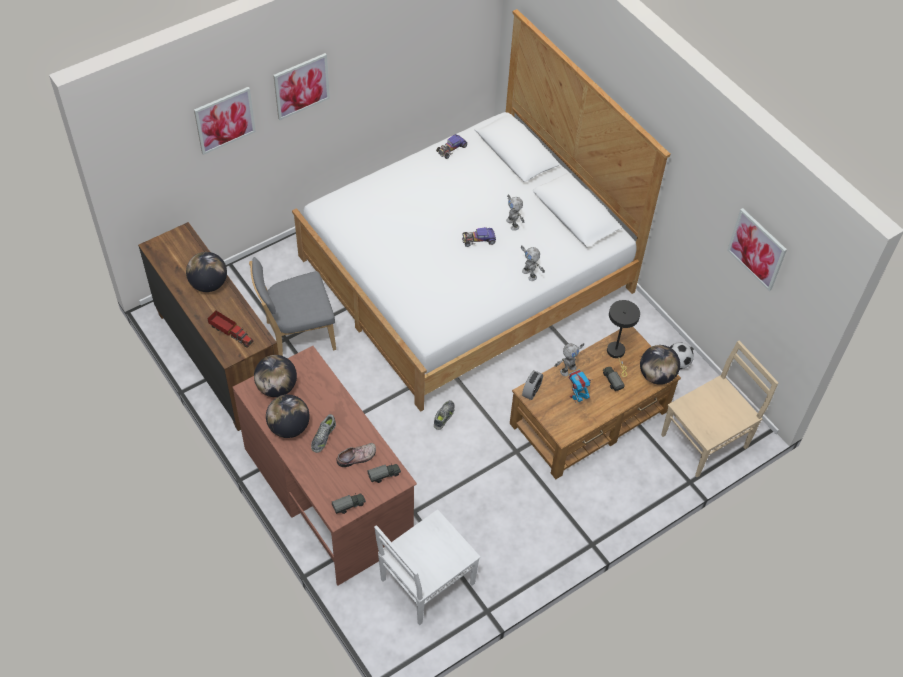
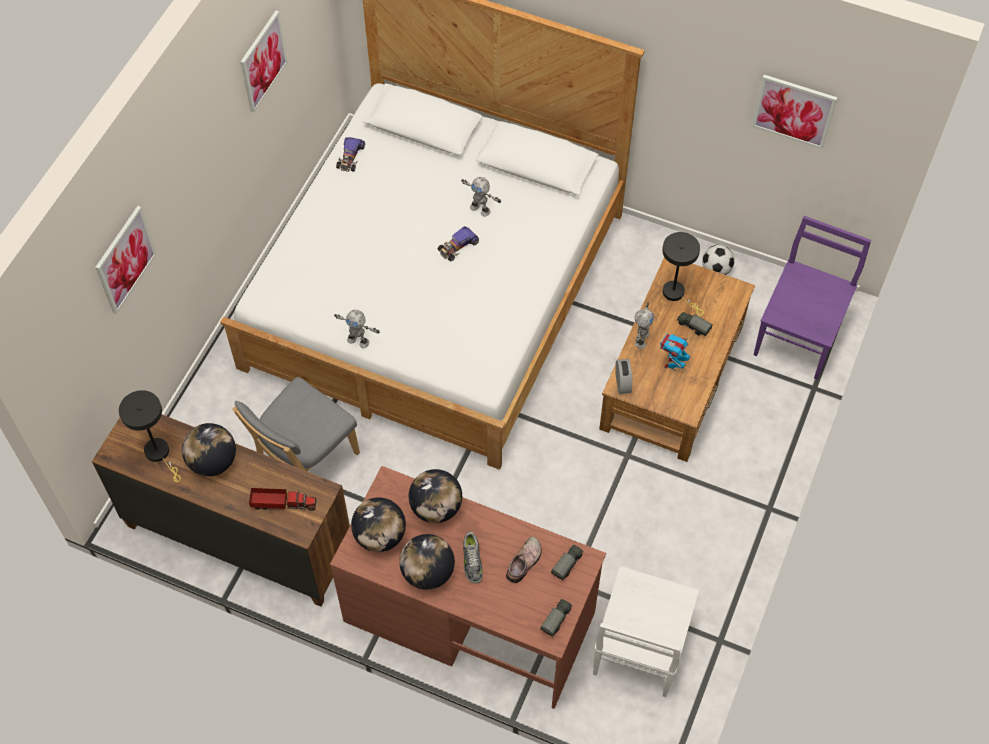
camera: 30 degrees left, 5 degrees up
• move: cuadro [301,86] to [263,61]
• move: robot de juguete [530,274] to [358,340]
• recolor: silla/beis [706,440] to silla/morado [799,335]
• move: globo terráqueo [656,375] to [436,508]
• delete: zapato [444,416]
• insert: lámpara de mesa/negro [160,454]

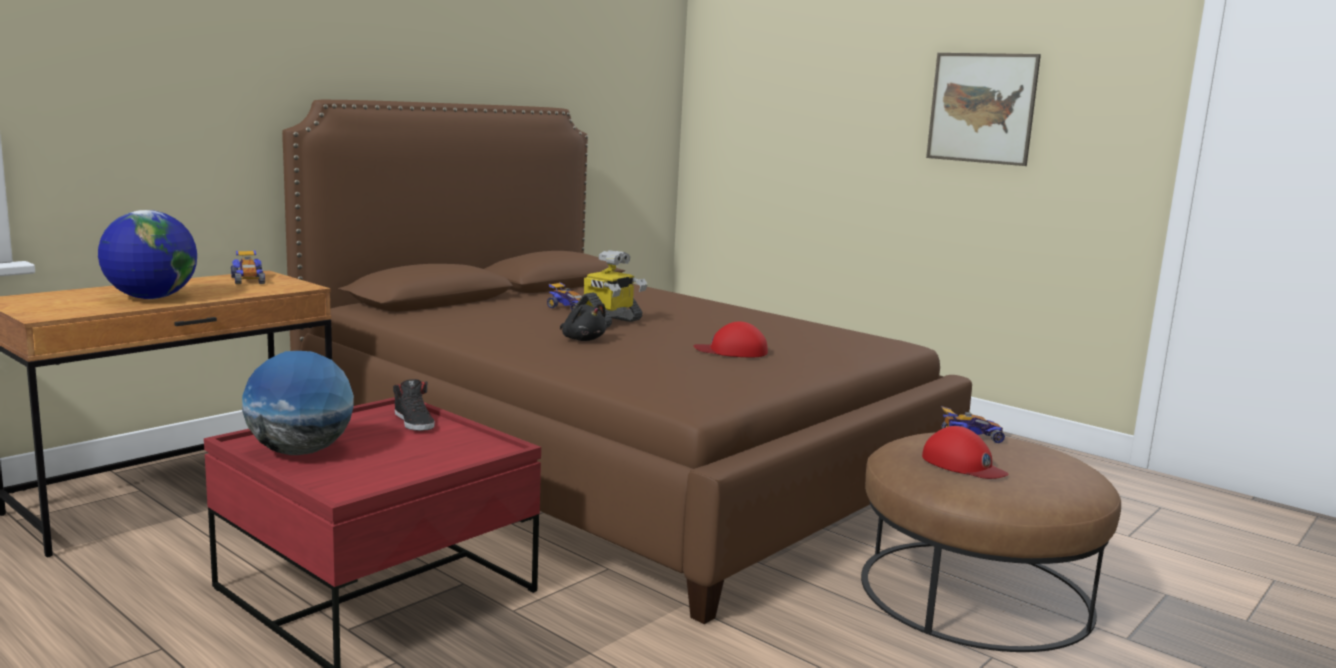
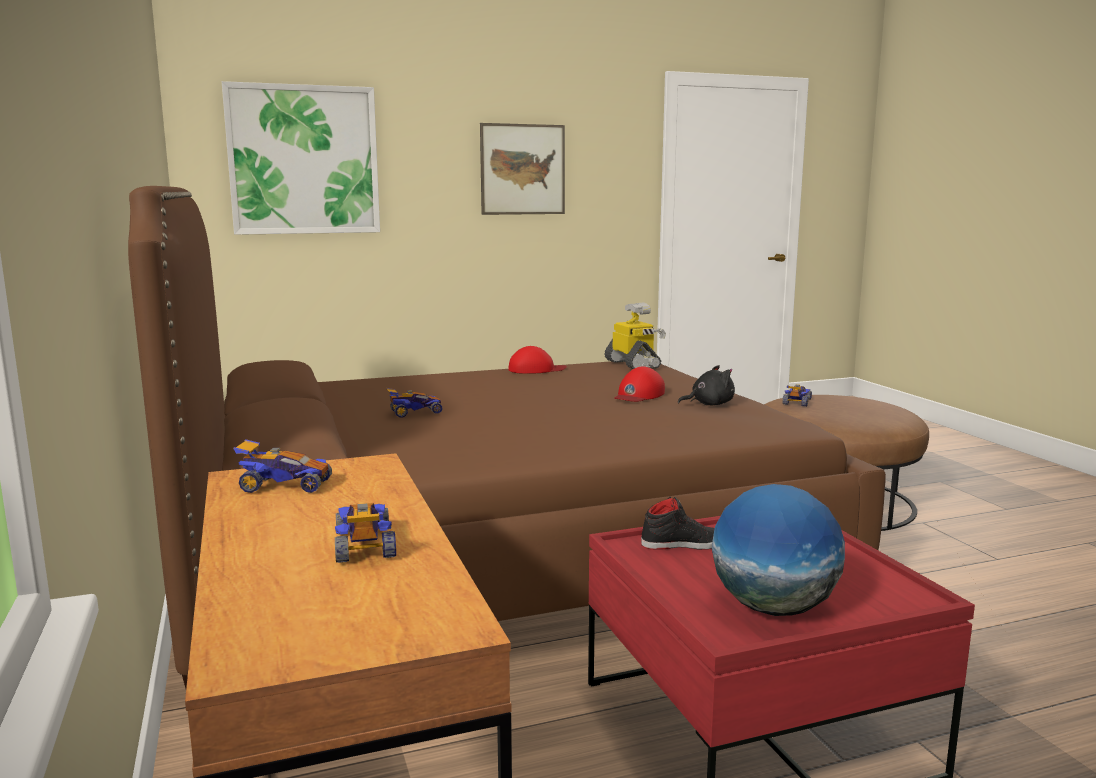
camera: 60 degrees left, 0 degrees up
• replace: globo terráqueo [150,298] to coche de juguete [365,546]
• move: robot de juguete [608,322] to [633,364]
• move: peluche/negro [582,339] to [709,404]
• move: gorra/rojo [963,465] to [536,369]
• insert: cuadro [304,160]

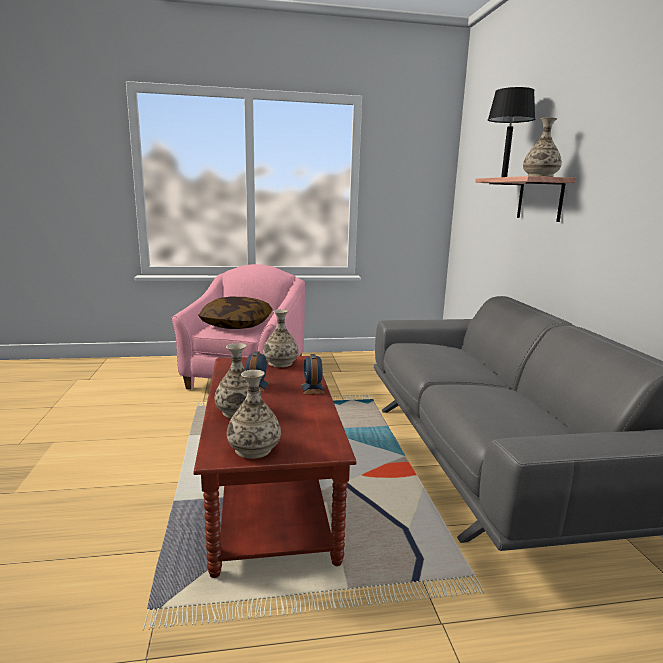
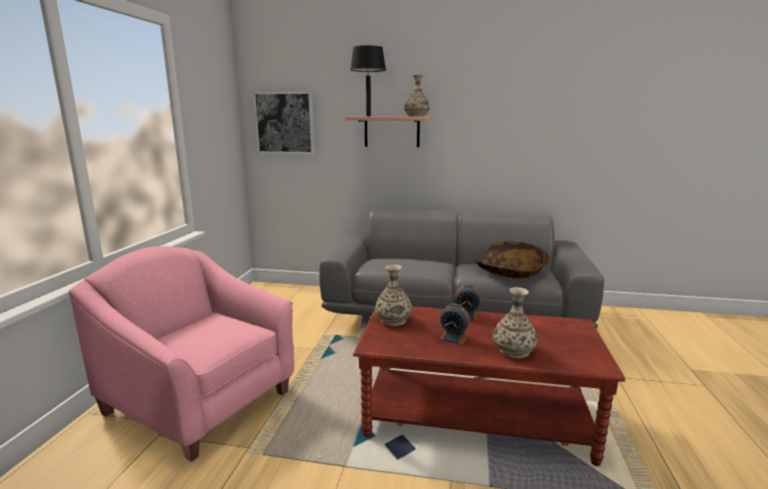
camera: 70 degrees left, 0 degrees up
• move: cojín [237,324] to [511,271]
• delete: florero [253,449]
• insert: cuadro [285,123]

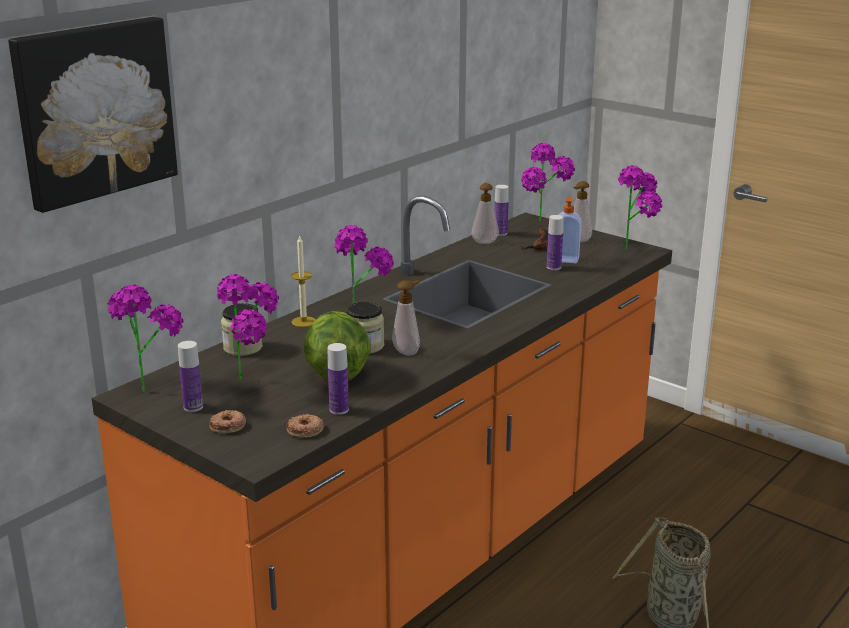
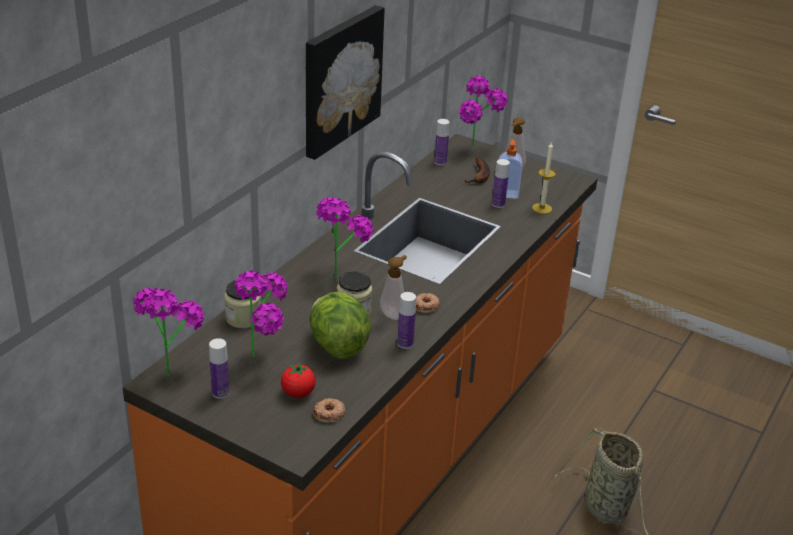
camera: 10 degrees left, 10 degrees up
• move: cuadro [94,110] to [339,79]
• delete: planta en maceta [636,248]
• delete: dispensador de jabón [484,241]
• move: vela [303,321] to [542,208]
• move: botella [339,409] to [405,343]
• move: rosquilla [228,426] to [426,306]
• insert: tomate [298,393]

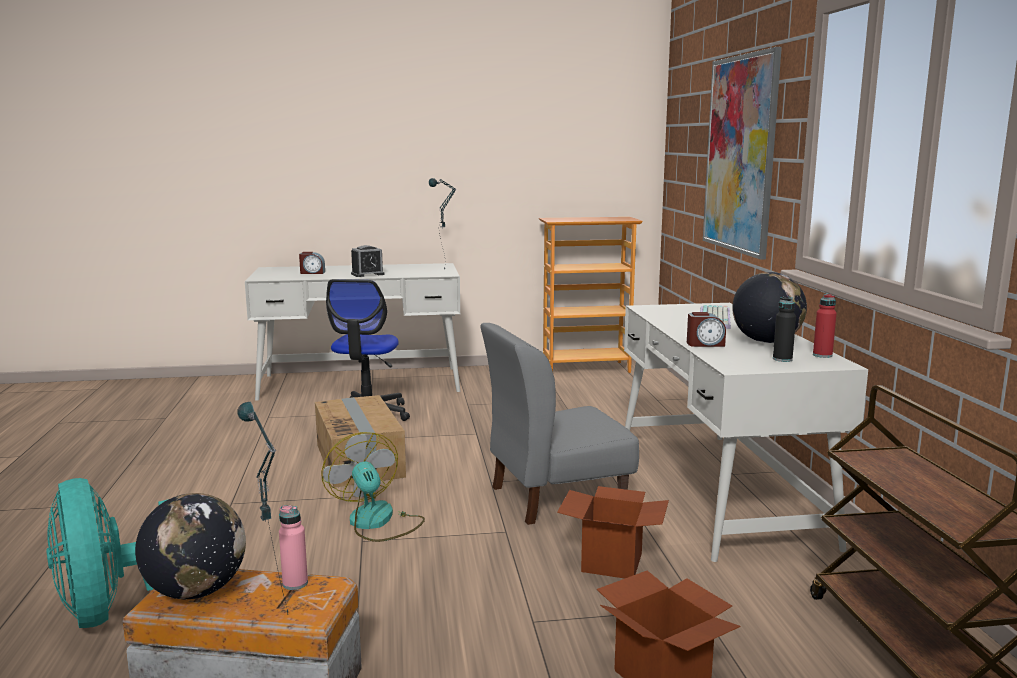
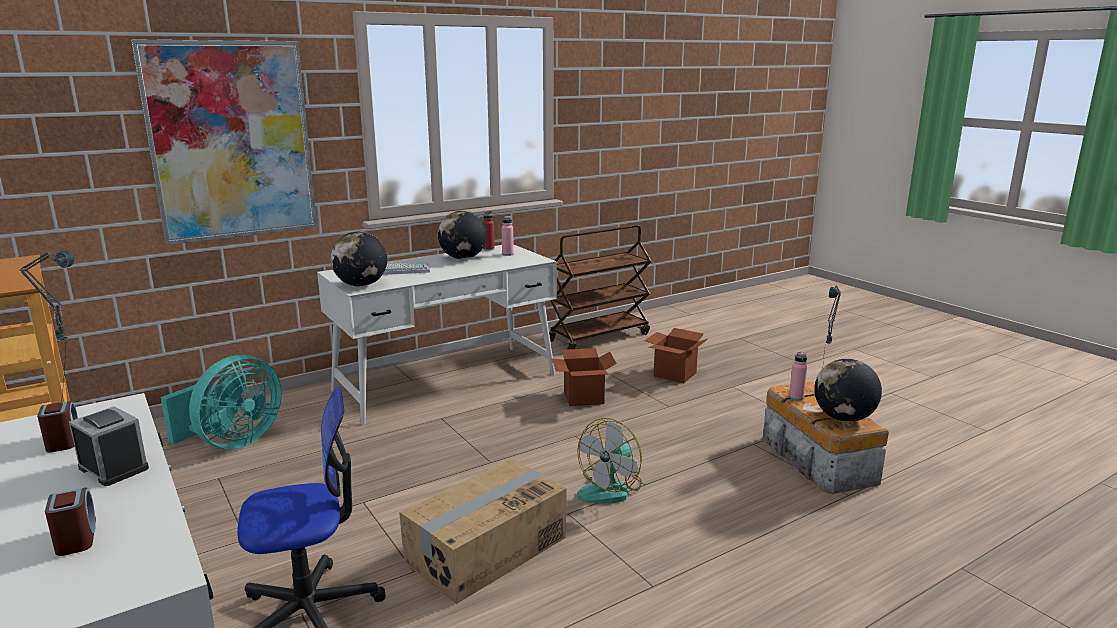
camera: 115 degrees left, 5 degrees up
• recolor: botella/negro [782,359] to botella/rosa [507,254]
• move: despertador [705,344] to [63,441]
• delete: silla/gris [556,496]
• move: ventilador/turquesa [112,609] to [232,442]
• insert: globo terráqueo [361,285]

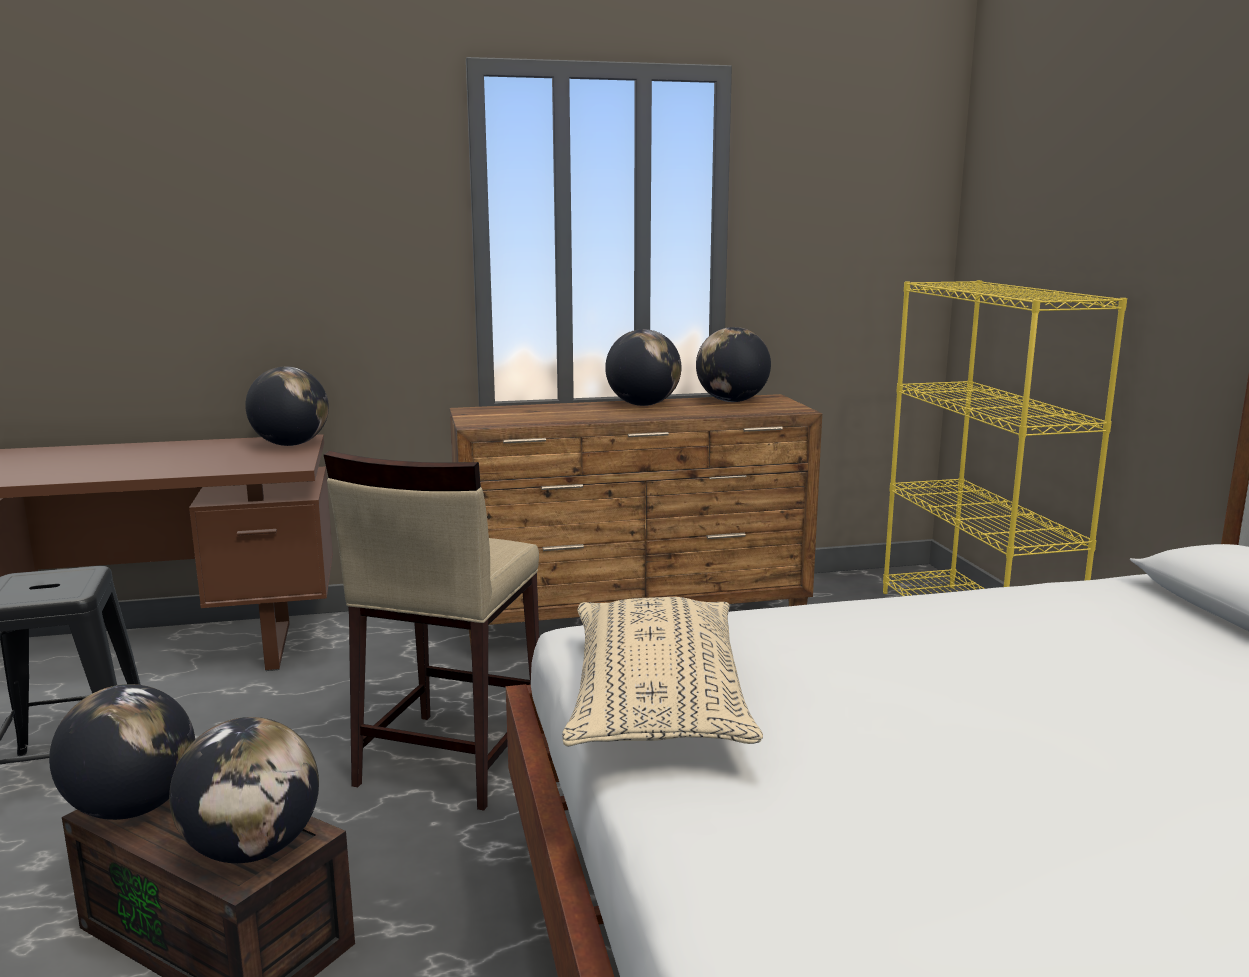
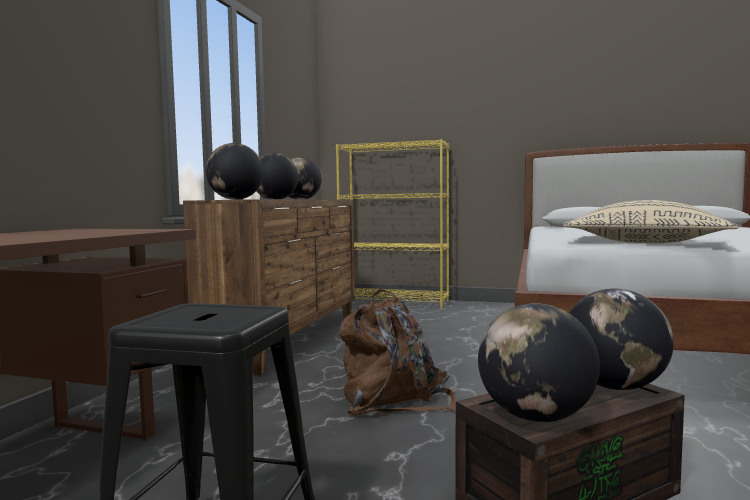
camera: 60 degrees left, 10 degrees down
• move: globo terráqueo [291,444] to [235,199]
• replace: taburete/beis [449,759] to mochila/marrón [394,400]

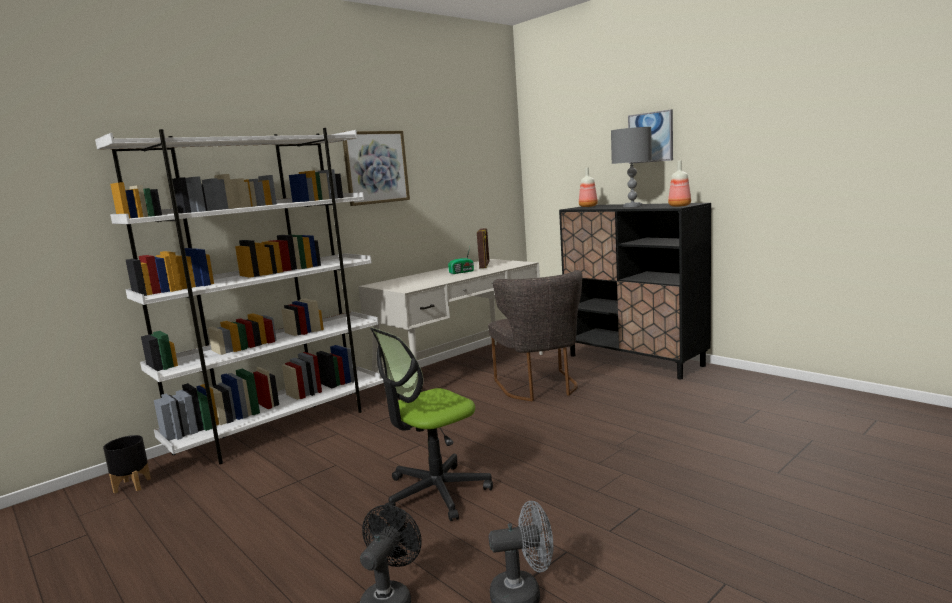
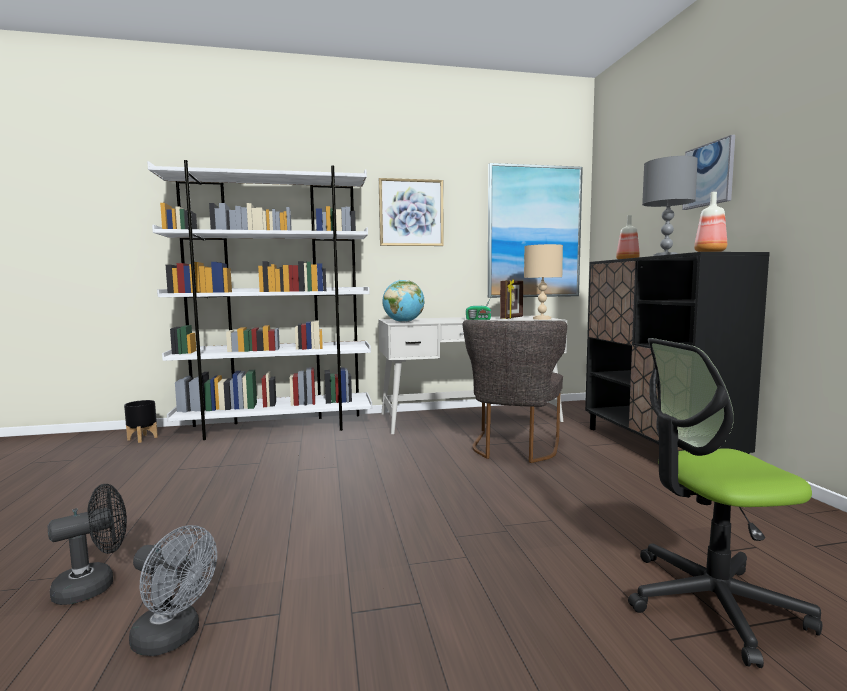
camera: 30 degrees right, 5 degrees down
• move: silla de oficina [435,492] to [711,603]
• insert: cuadro [534,232]
• insert: lámpara de mesa/beis [542,319]
• insert: globo terráqueo [403,322]

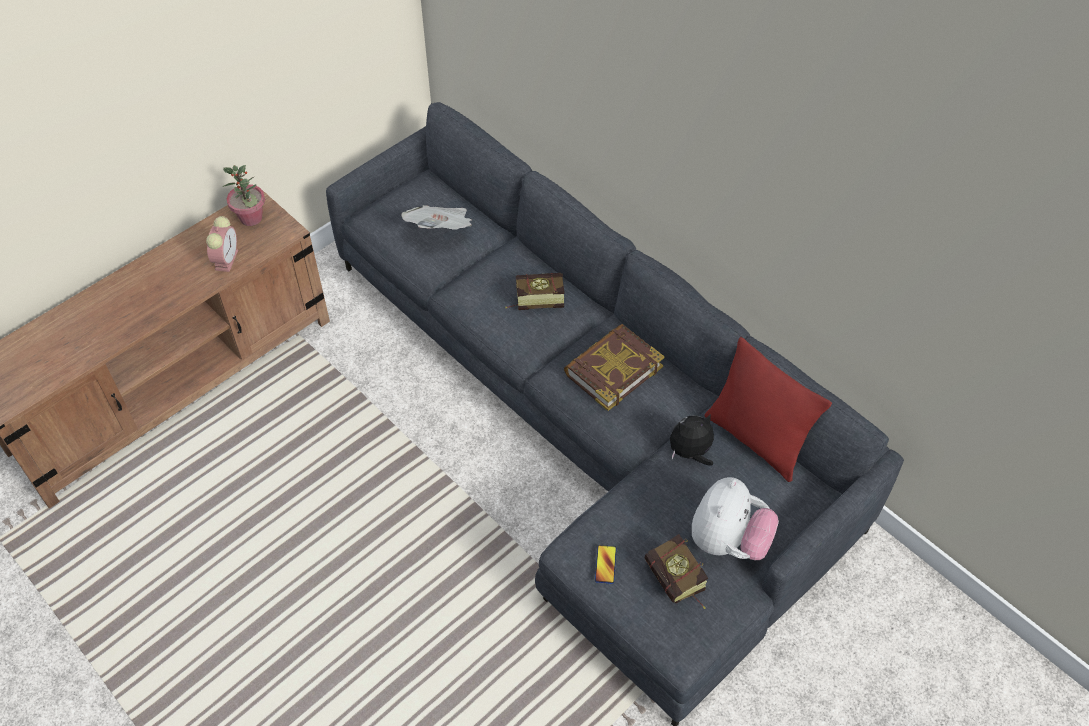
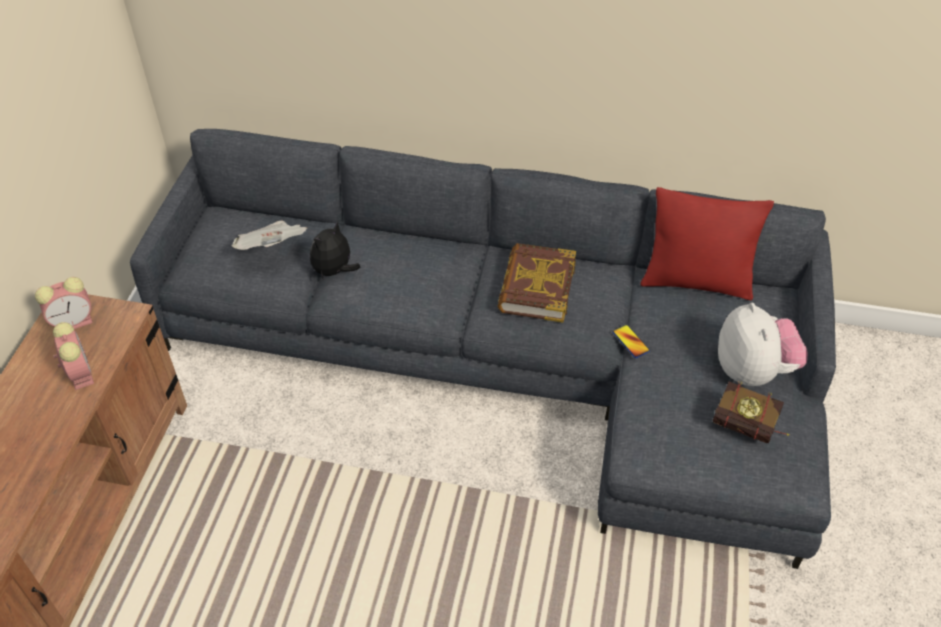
camera: 35 degrees left, 5 degrees down
• replace: planta en maceta [251,218] to despertador [75,321]
• delete: libro [534,300]
• move: peluche [690,453] to [334,271]
• move: móvil [605,564] to [631,342]

